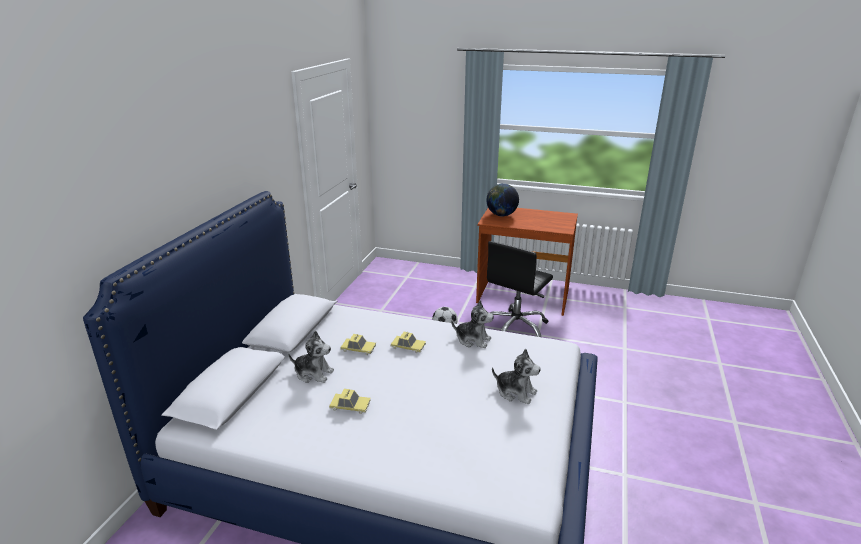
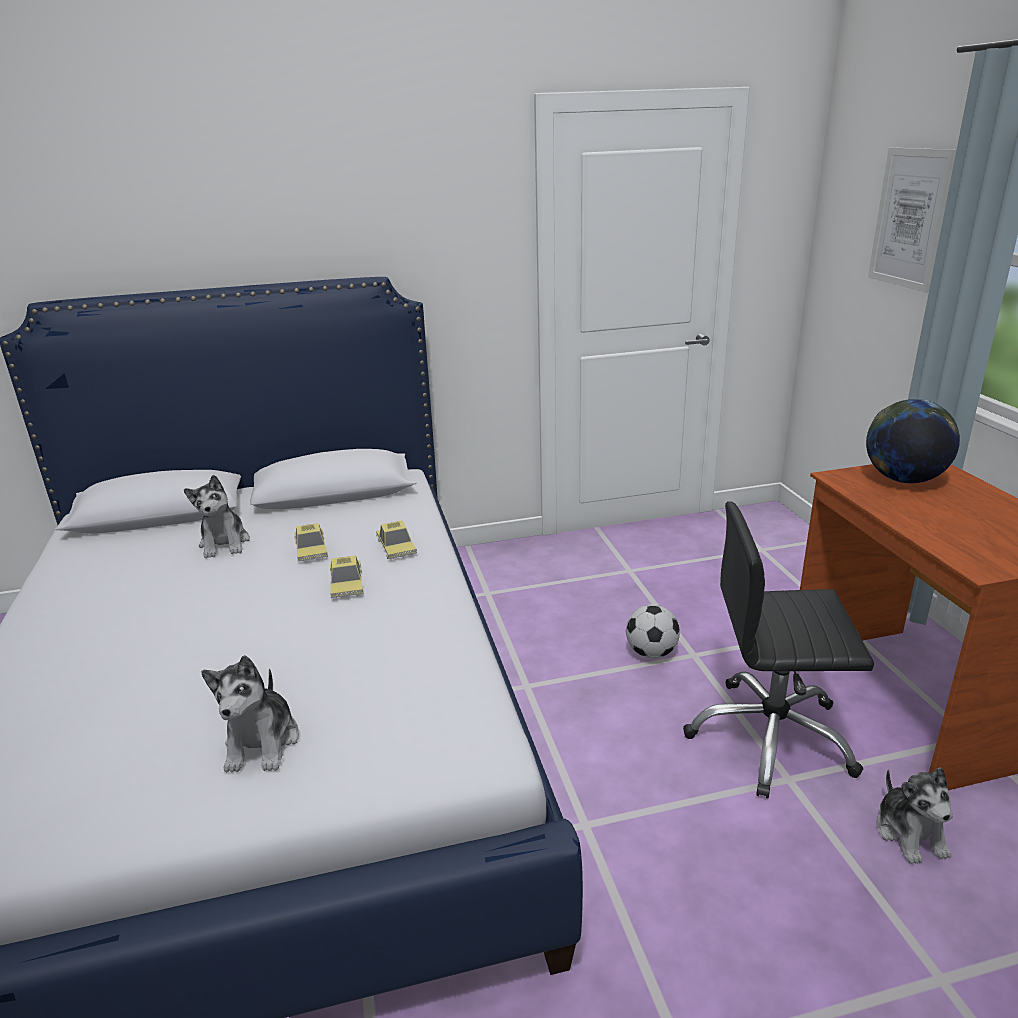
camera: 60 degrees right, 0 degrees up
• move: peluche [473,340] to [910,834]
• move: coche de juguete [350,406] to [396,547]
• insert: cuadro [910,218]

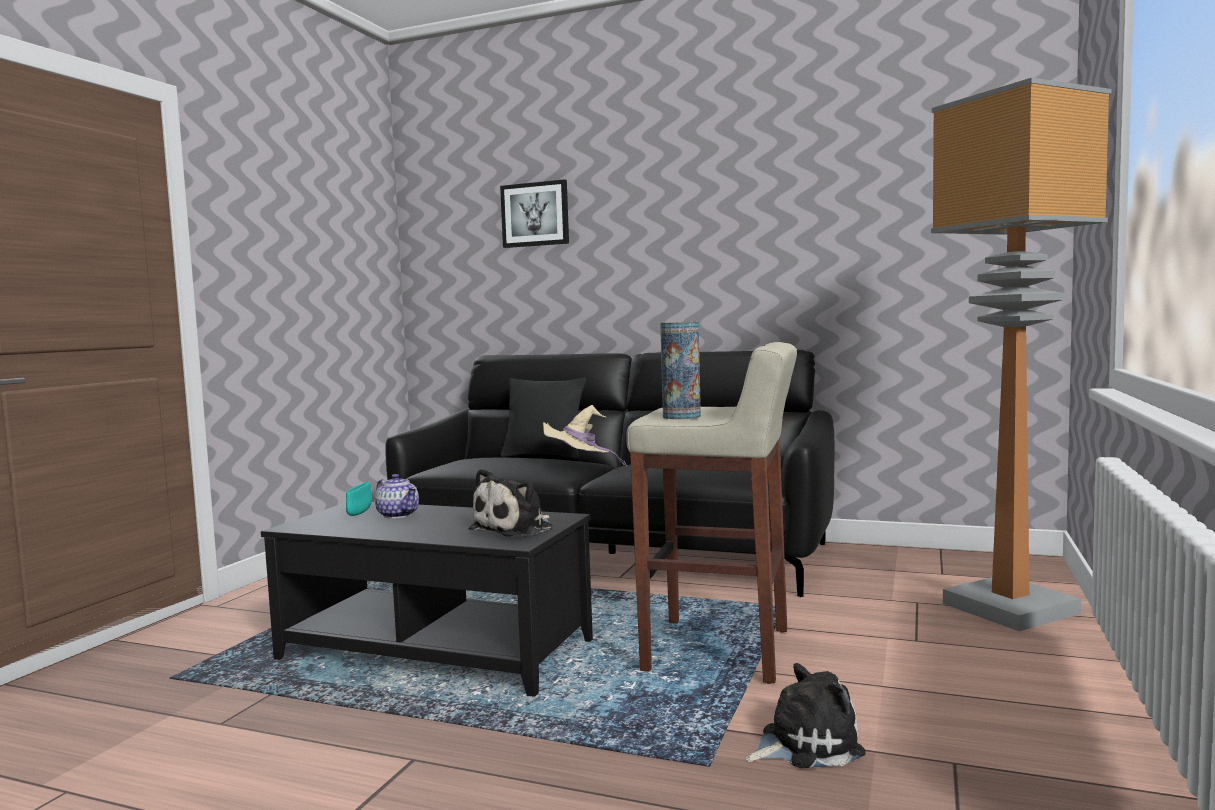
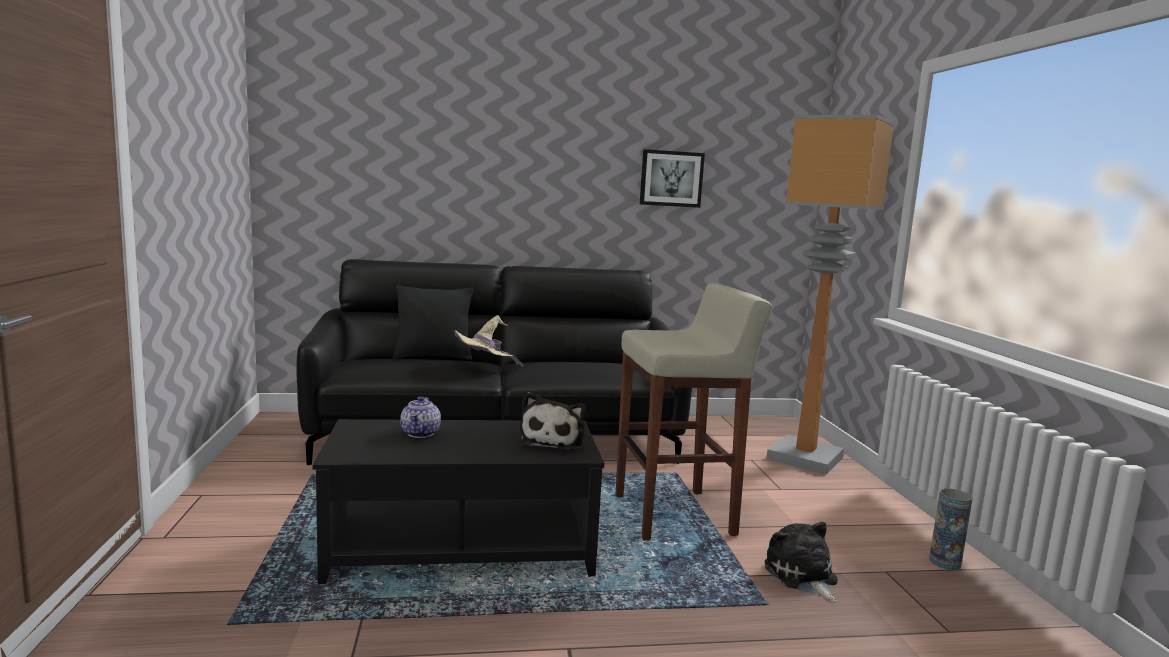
camera: 30 degrees left, 5 degrees up
• move: cuadro [535,214] to [671,178]
• move: florero [681,417] to [945,562]
• rotate: tetera [398,515] = [421,433] 75 degrees clockwise
• delete: cuenco/turquesa [360,513]
• rotate: peluche [805,744] = [802,576] 60 degrees counterclockwise

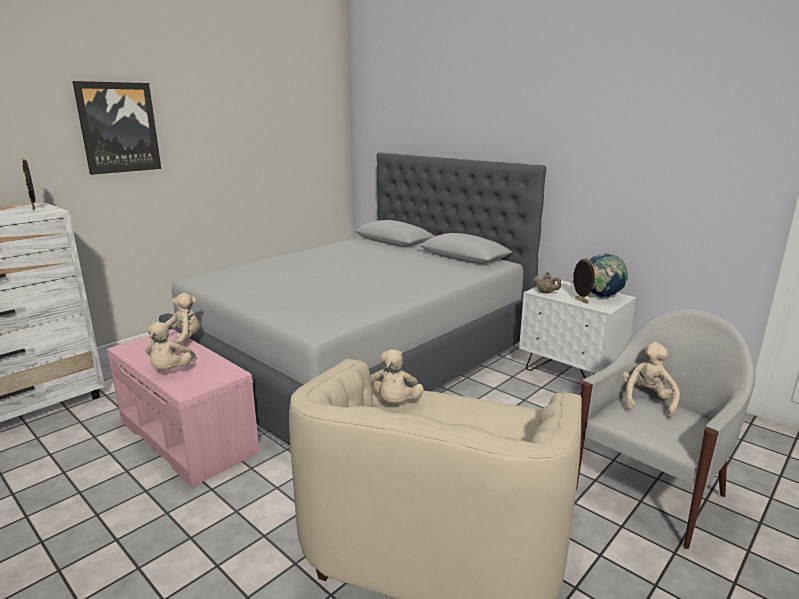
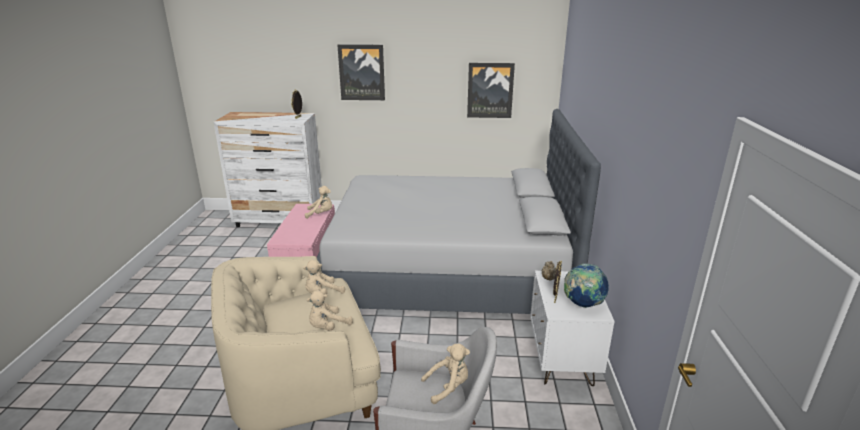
camera: 50 degrees right, 5 degrees up
• move: peluche/beis [170,370] to [328,327]
• insert: cuadro [490,90]

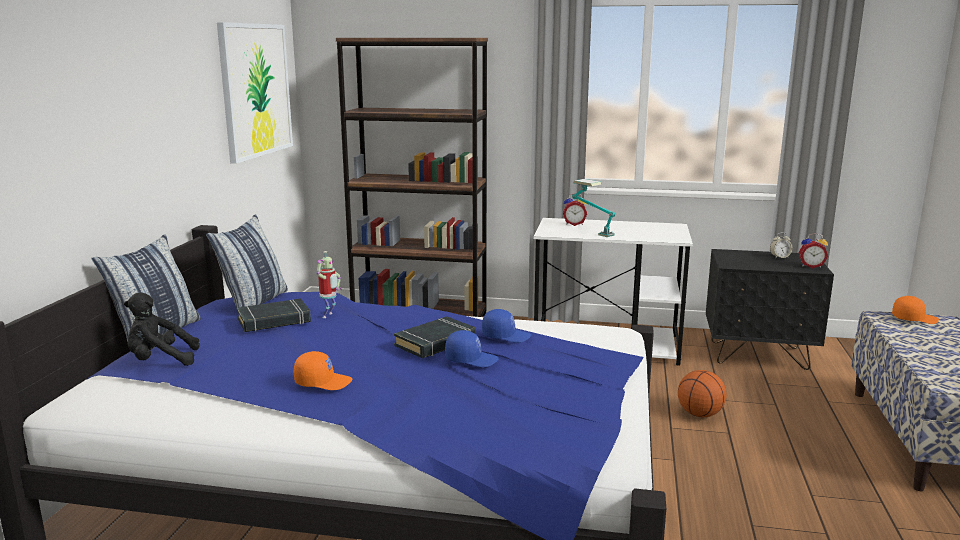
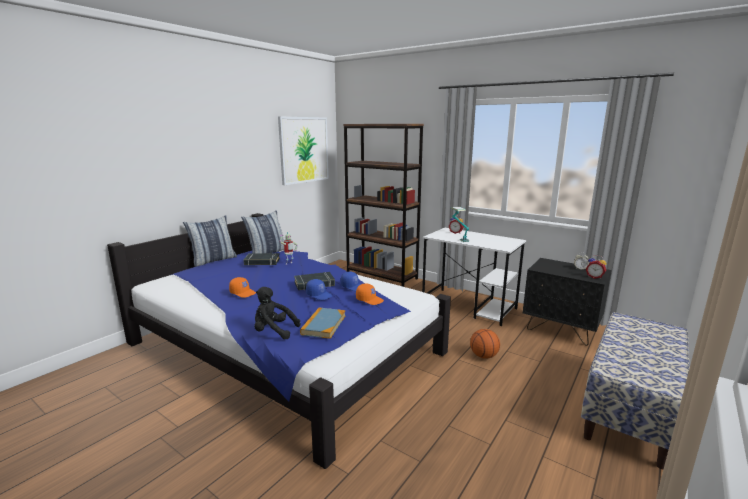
camera: 25 degrees right, 0 degrees up
• move: peluche/negro [160,361] to [273,331]
• move: gorra/naranja [914,319] to [369,300]
• insert: libro [323,325]

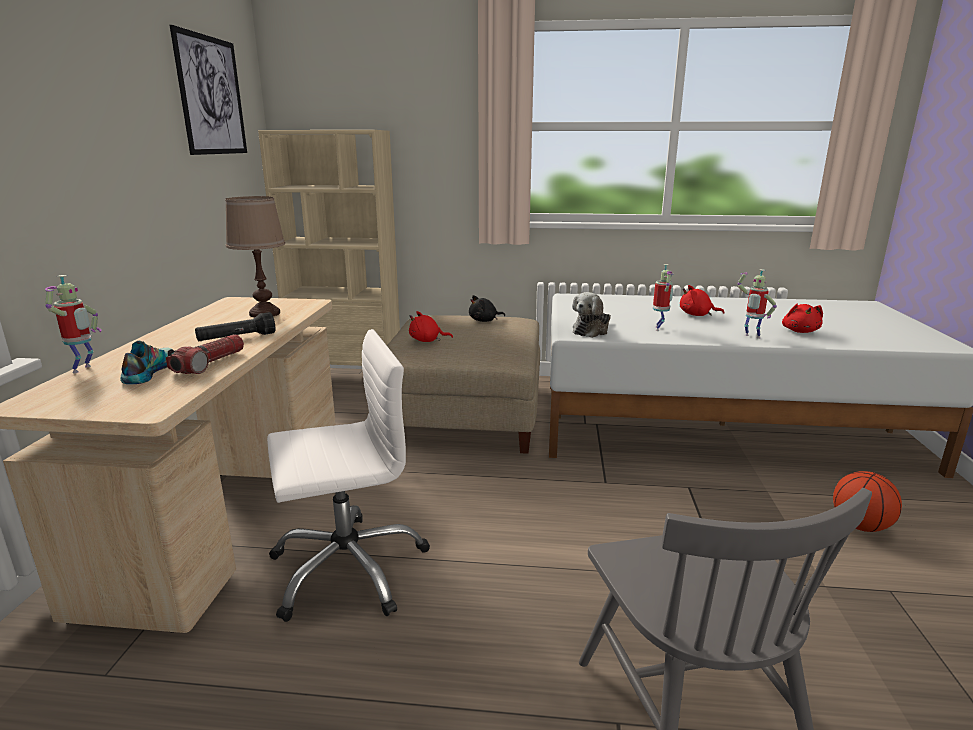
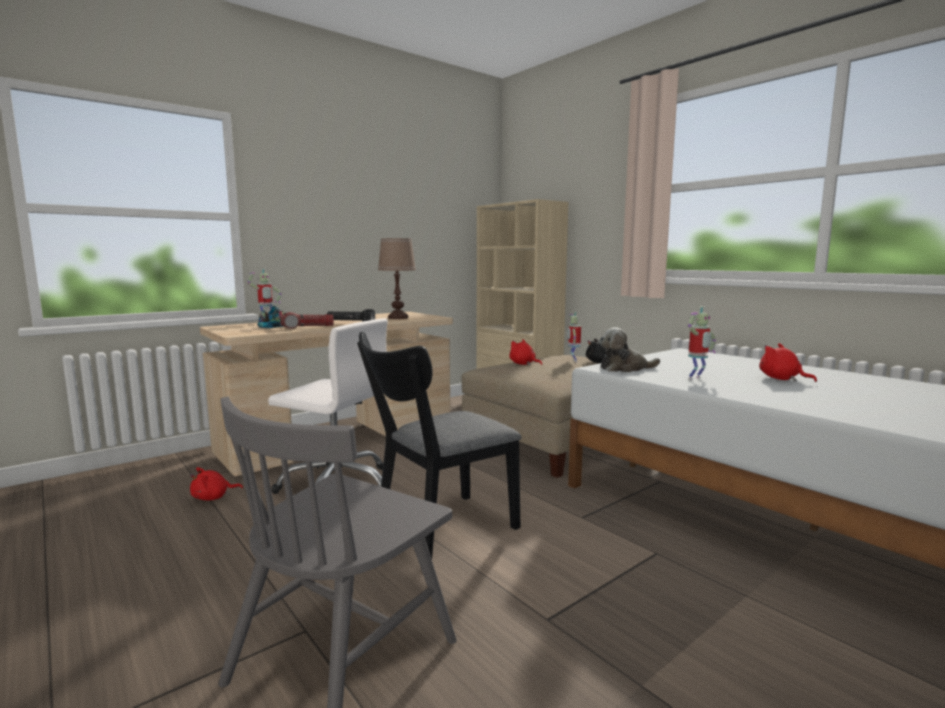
camera: 45 degrees right, 10 degrees down
• delete: cuadro [211,96]
• move: robot de juguete [750,337] to [573,361]
• move: peluche/rojo [800,331] to [213,497]
• delete: balón de baloncesto [860,526]
• insert: silla/negro [438,530]

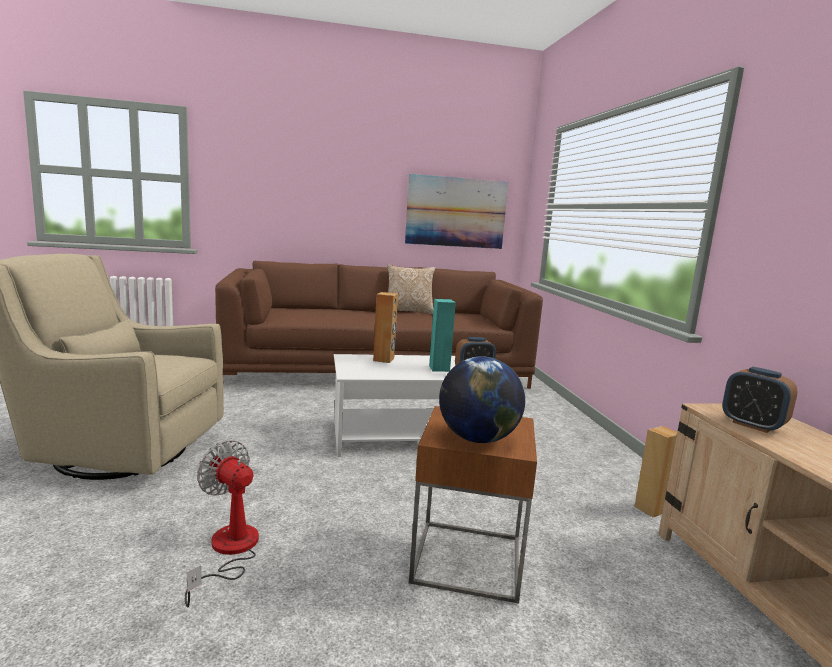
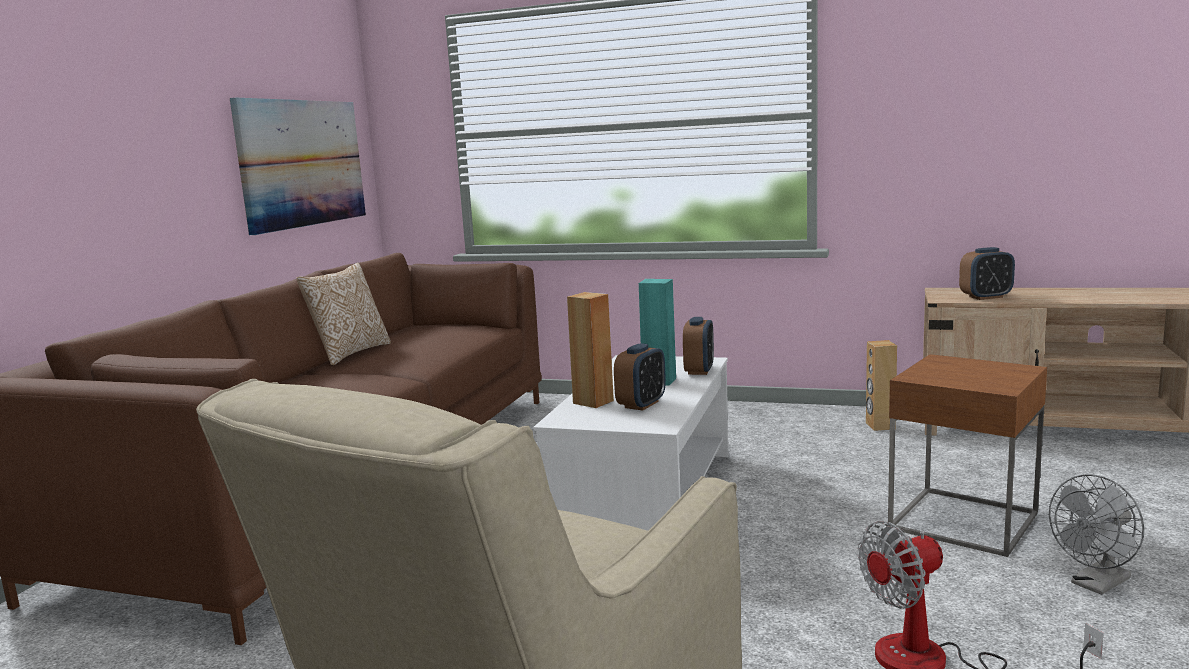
camera: 60 degrees left, 0 degrees up
• delete: globo terráqueo [478,439]
• insert: despertador [641,404]
• insert: ventilador/gris [1096,585]

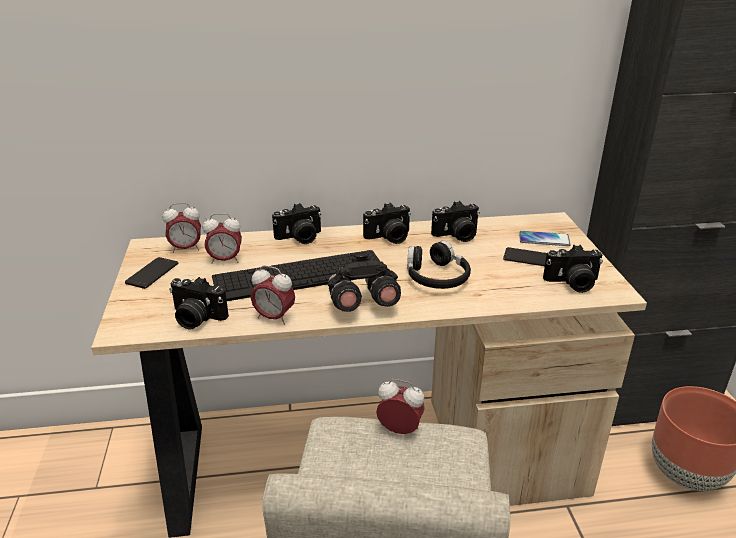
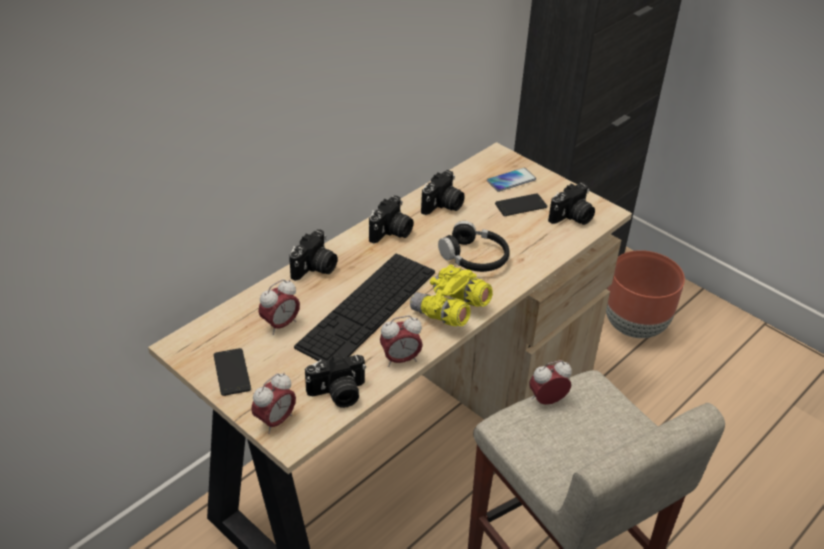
camera: 40 degrees left, 10 degrees up
• move: despertador [186,249] to [275,421]
• recolor: prismáticos/negro [361,304] to prismáticos/amarillo [450,312]

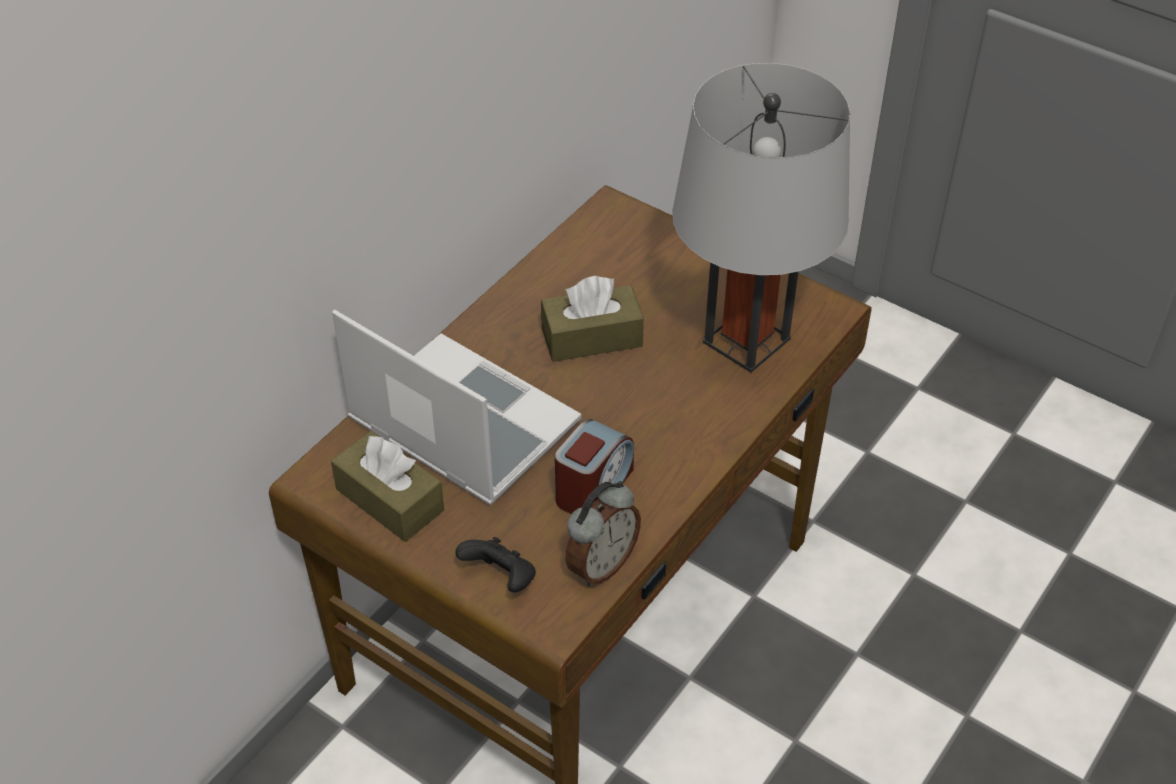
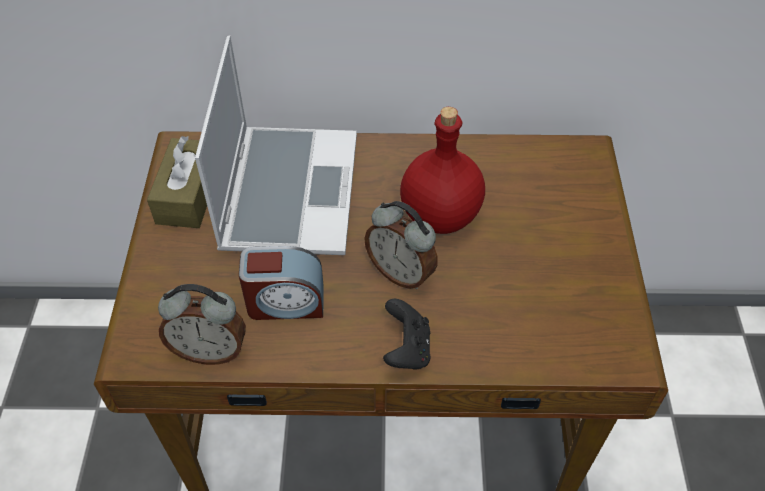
camera: 55 degrees right, 5 degrees up
• delete: lámpara de mesa/gris [746,340]
• replace: caja de pañuelos/marrón [592,337] to botella/rojo [439,216]
• move: mando de consola/negro [501,579] to [406,349]
• insert: despertador [401,272]

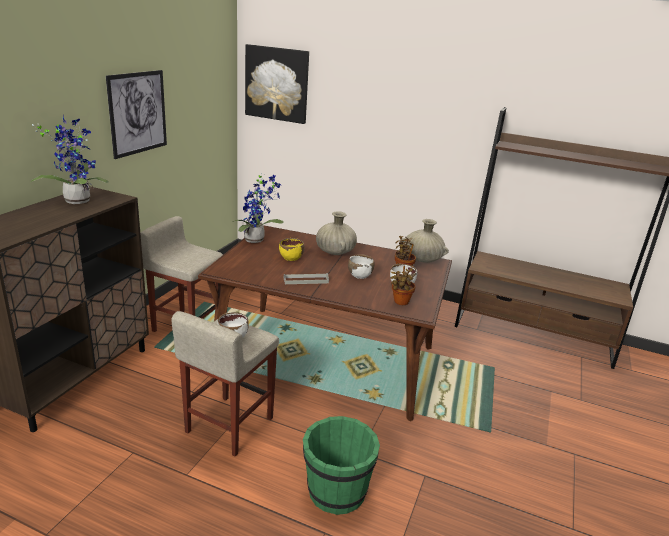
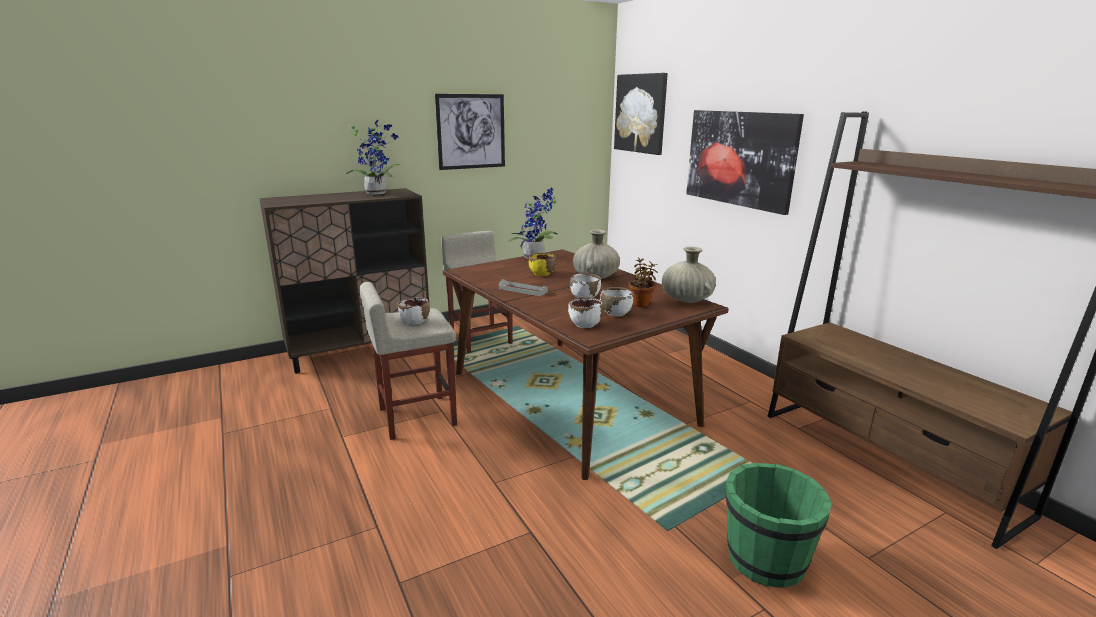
camera: 40 degrees right, 5 degrees down
• replace: planta en maceta [400,302] to cuenco/blanco [585,324]
• move: cubo/verde [336,491] to [765,559]
• insert: cuadro [740,158]

